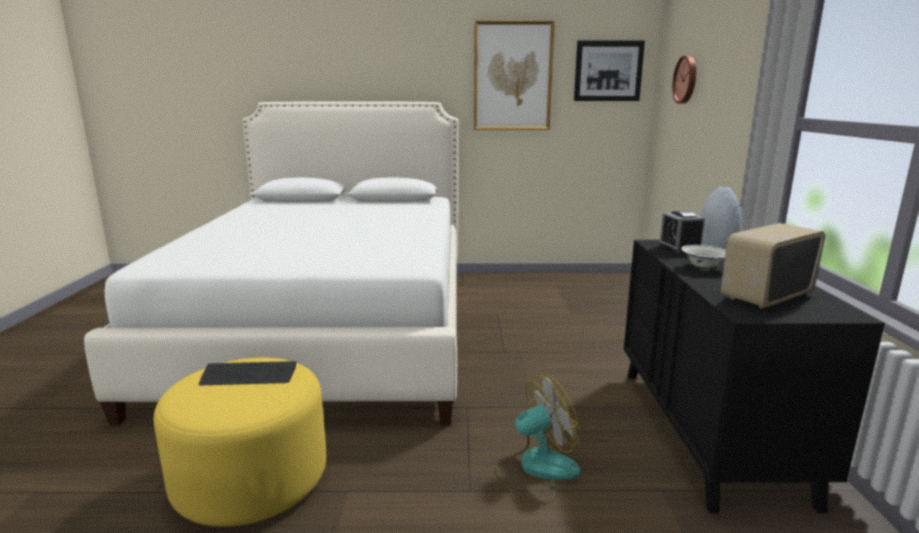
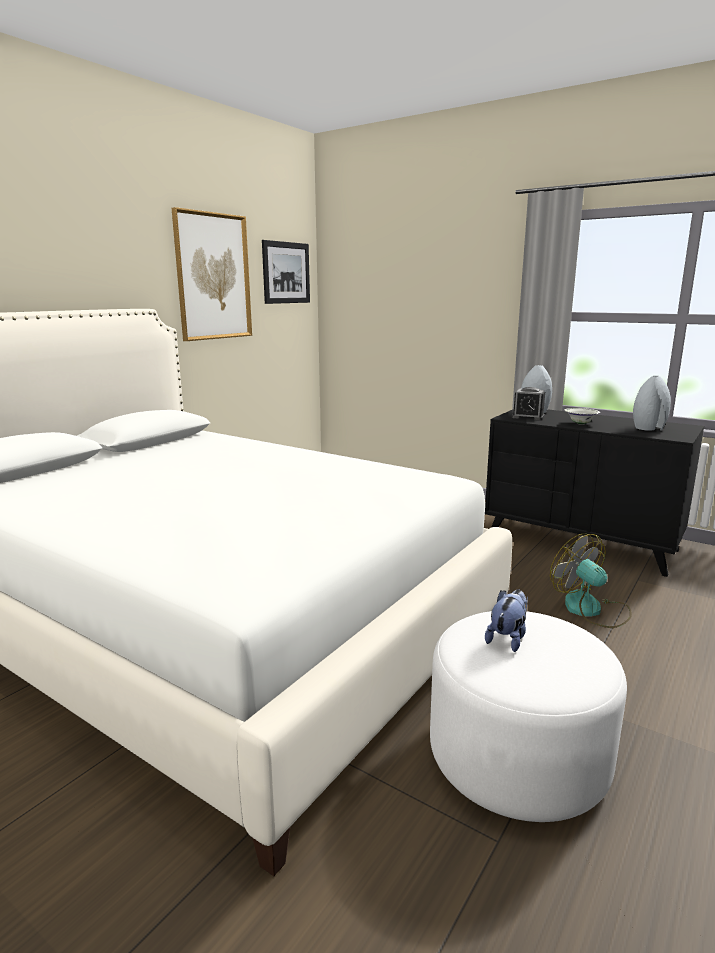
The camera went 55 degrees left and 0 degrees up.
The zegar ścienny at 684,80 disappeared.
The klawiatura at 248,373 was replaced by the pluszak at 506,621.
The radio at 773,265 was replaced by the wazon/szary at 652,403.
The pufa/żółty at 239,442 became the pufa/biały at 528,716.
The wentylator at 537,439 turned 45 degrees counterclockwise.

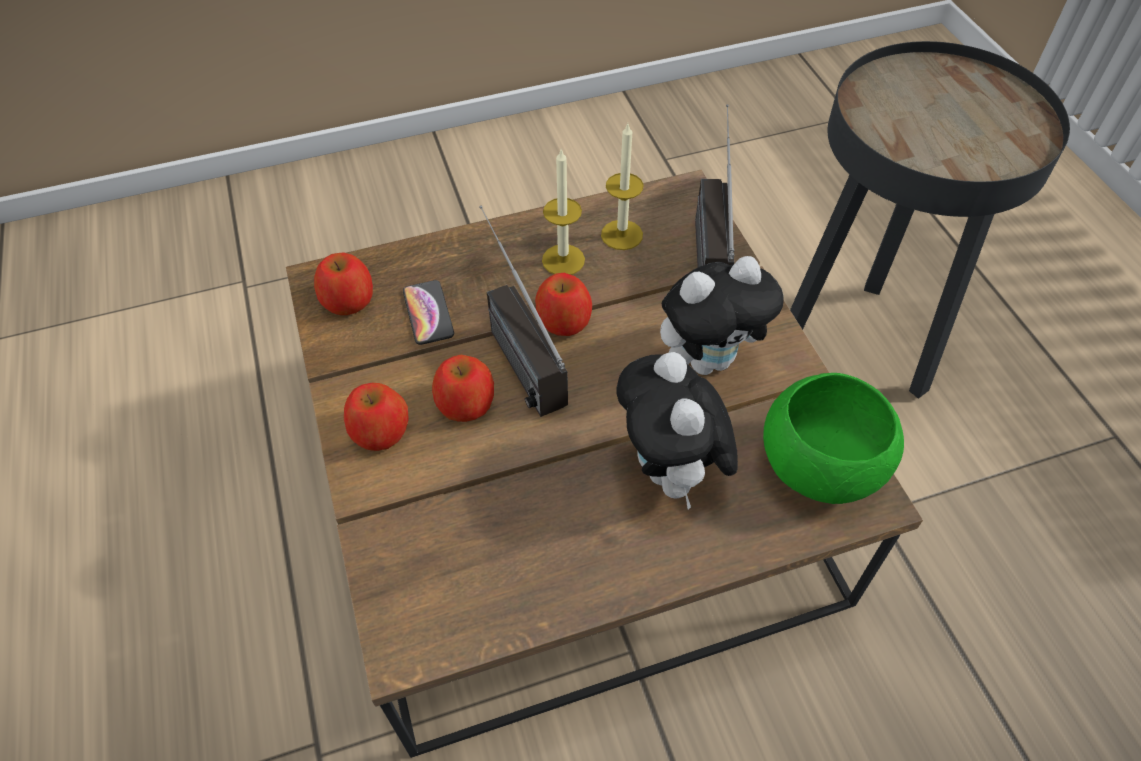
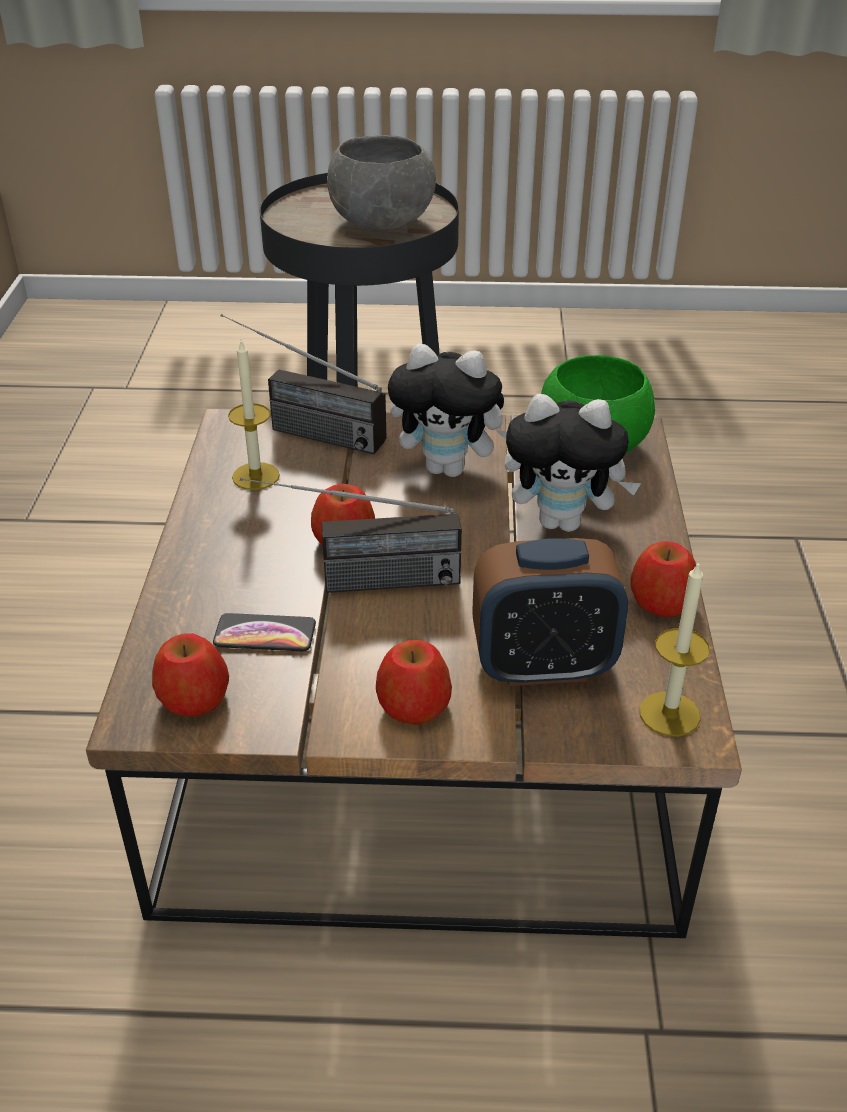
The camera went 70 degrees left and 15 degrees down.
The miska/szary at 381,182 appeared.
The budzik at 550,612 appeared.
The jabłko moved from 463,388 to 663,579.
The świeca moved from 563,211 to 674,649.
The pluszak at 722,315 turned 105 degrees clockwise.

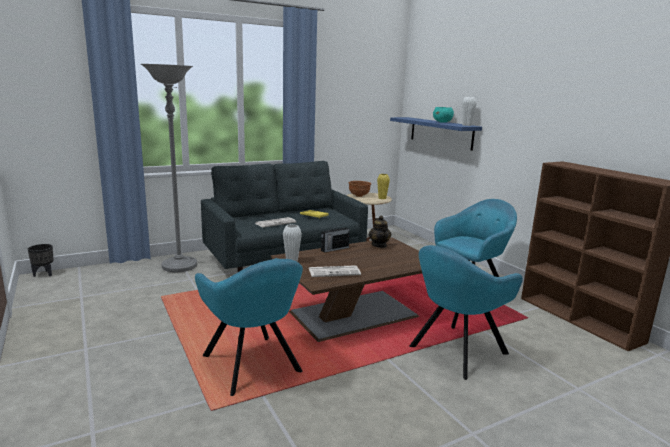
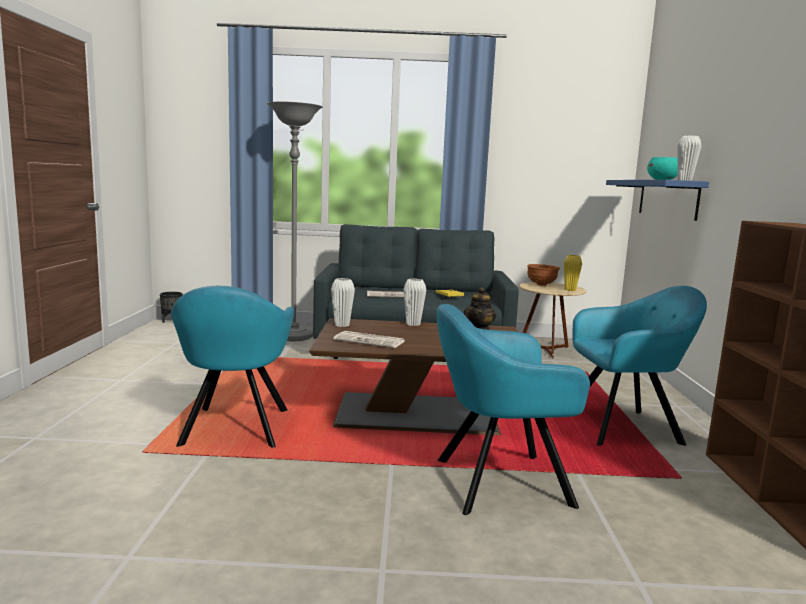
The camera went 30 degrees right and 5 degrees down.
The radio at 335,238 was replaced by the wazon/biały at 414,302.

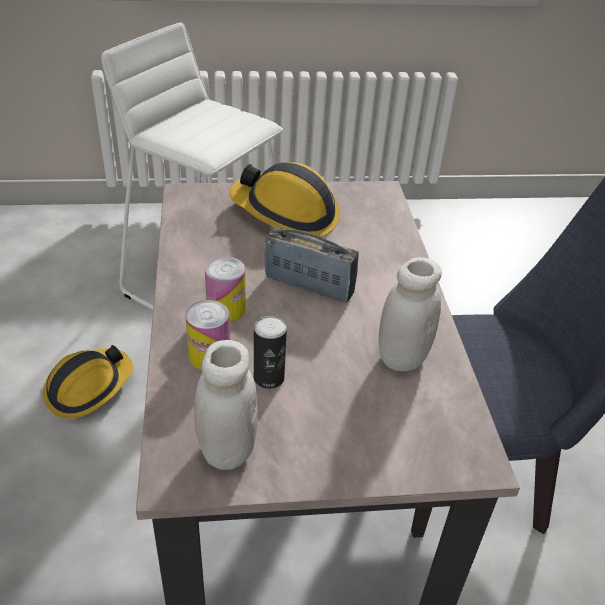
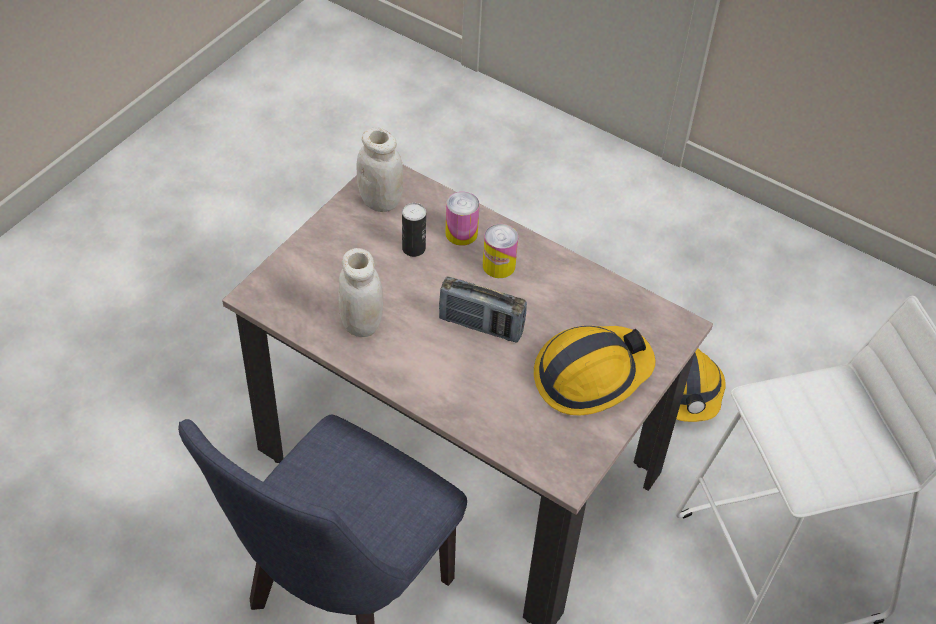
The camera went 130 degrees right and 10 degrees up.
The radio at 311,264 turned 45 degrees clockwise.

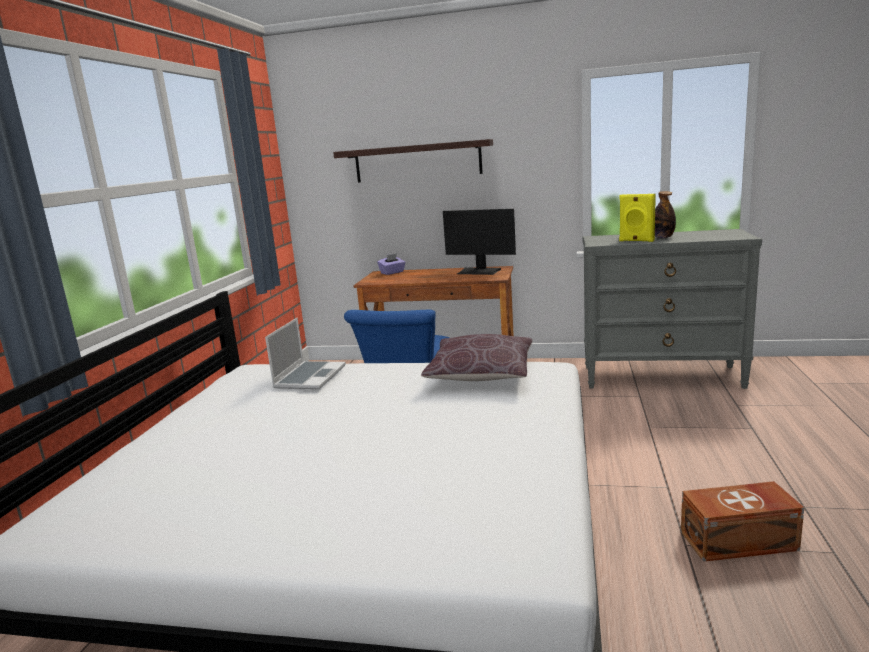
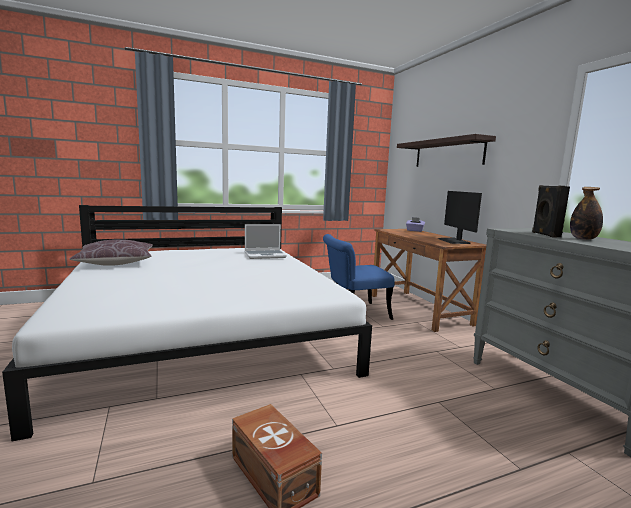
The camera went 55 degrees right and 5 degrees down.
The poduszka/brązowy moved from 477,357 to 111,252.
The głośnik/żółty at 637,218 became the głośnik/czarny at 551,211.

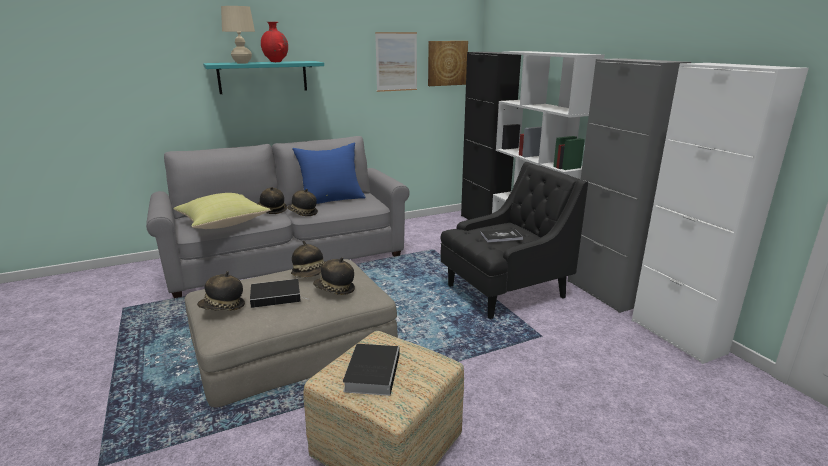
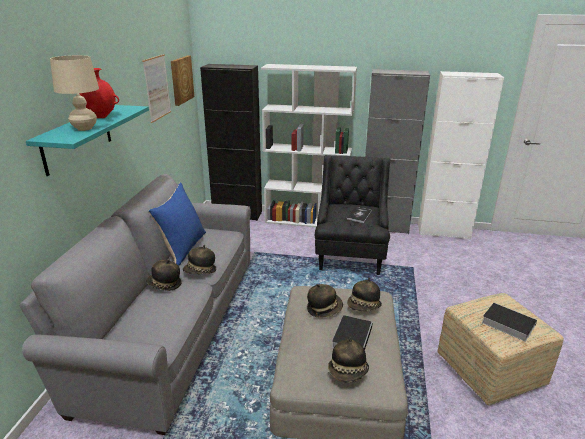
The camera went 55 degrees left and 5 degrees up.
The poduszka/żółty at 222,211 disappeared.

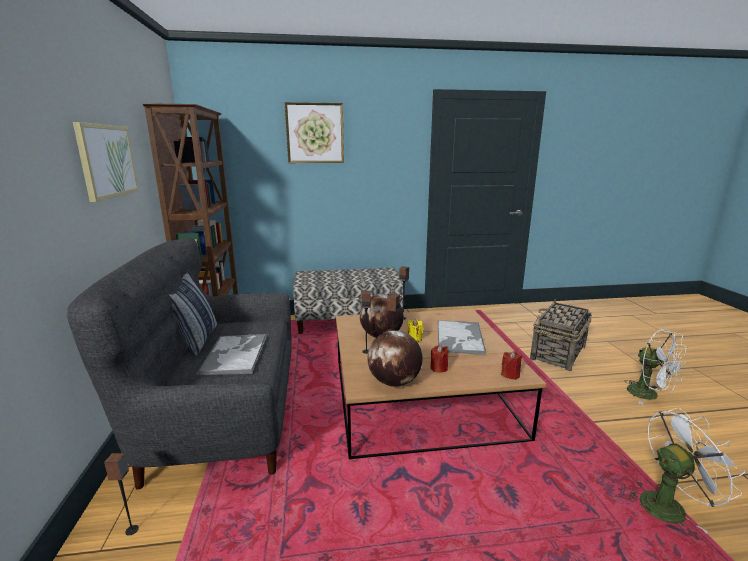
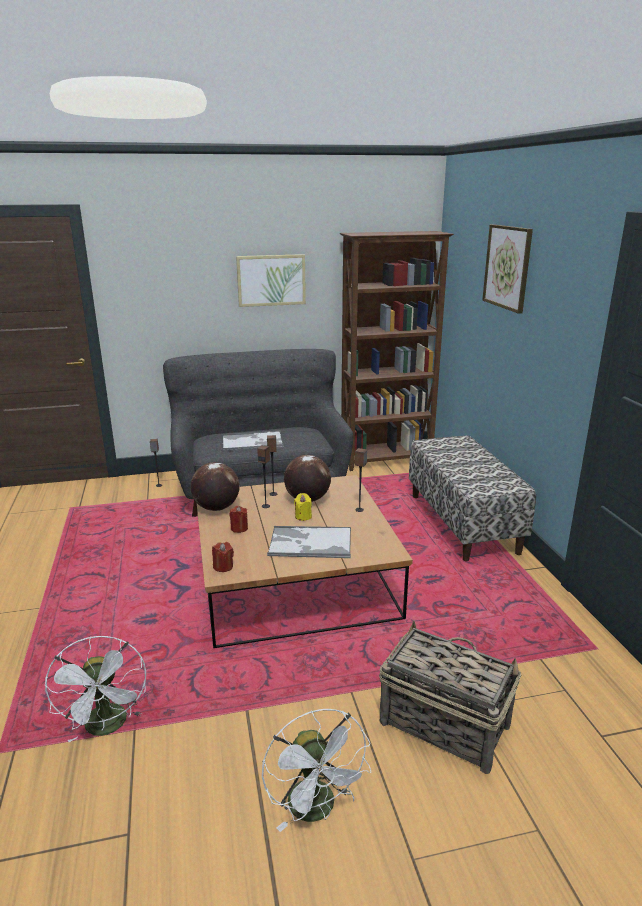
The camera went 85 degrees right and 5 degrees up.
The poduszka at 192,314 disappeared.
The wentylator/biały at 656,367 turned 75 degrees counterclockwise.

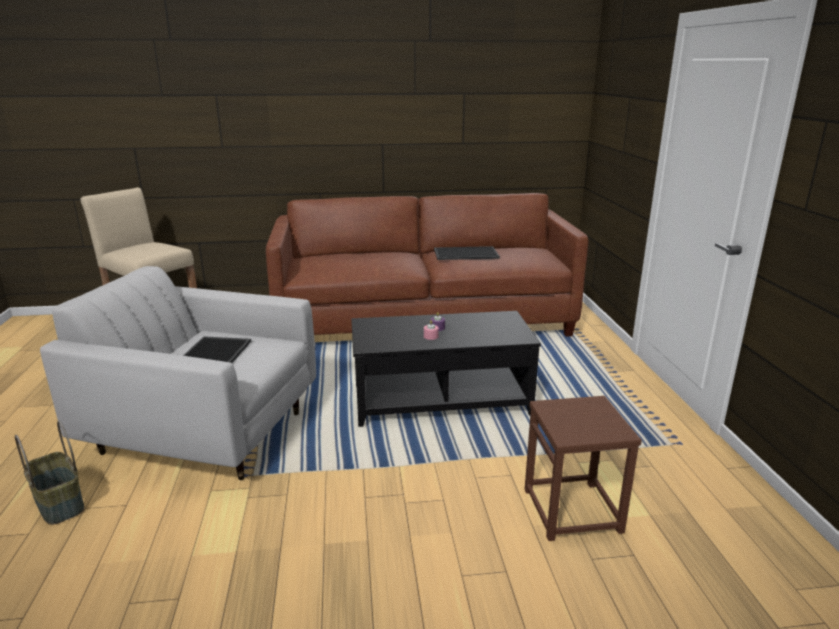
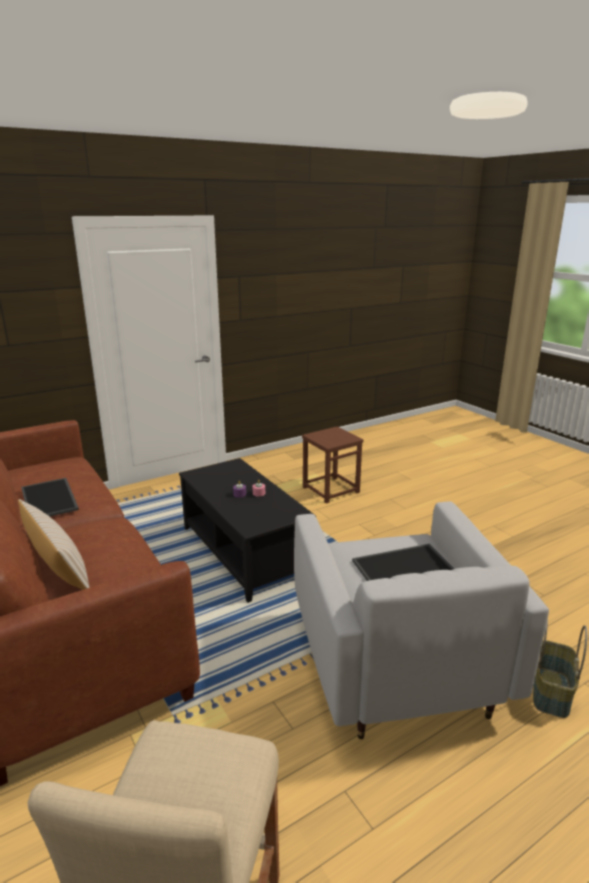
The camera went 115 degrees left and 0 degrees up.
The poduszka/beżowy at 54,544 appeared.

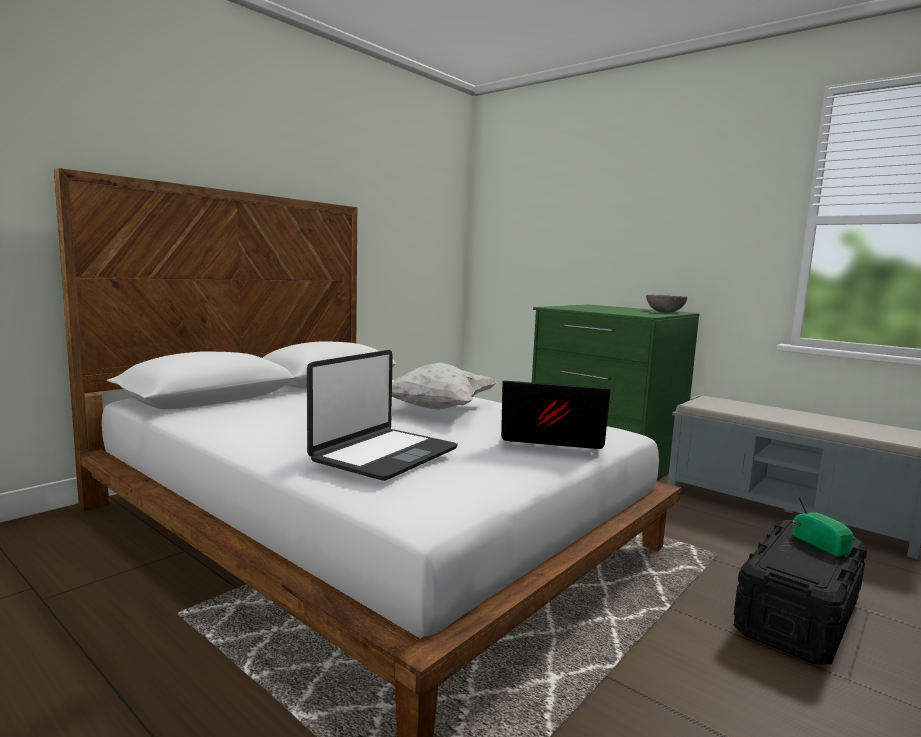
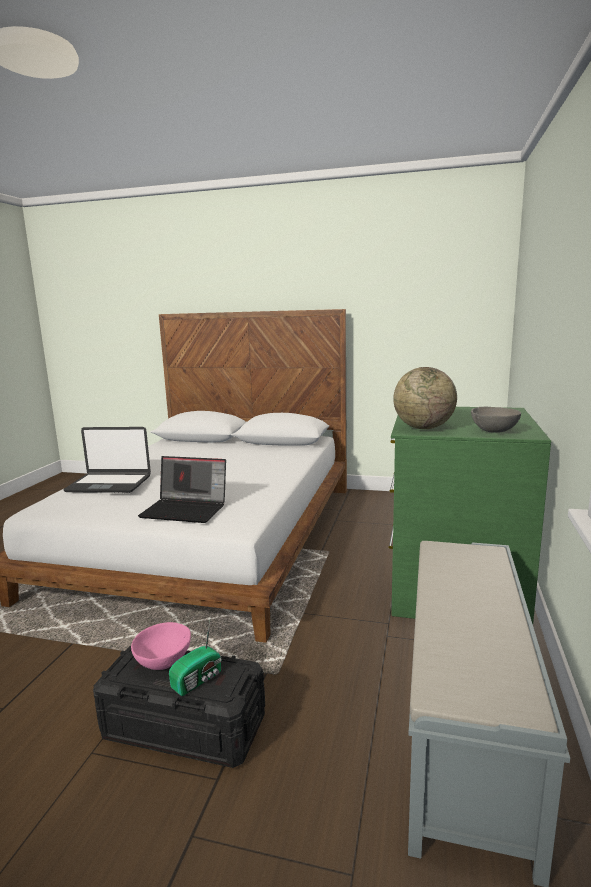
The camera went 65 degrees right and 5 degrees up.
The poduszka/biały at 445,386 disappeared.
The miska/różowy at 161,646 appeared.
The globus at 425,398 appeared.
The laptop at 556,415 turned 120 degrees clockwise.

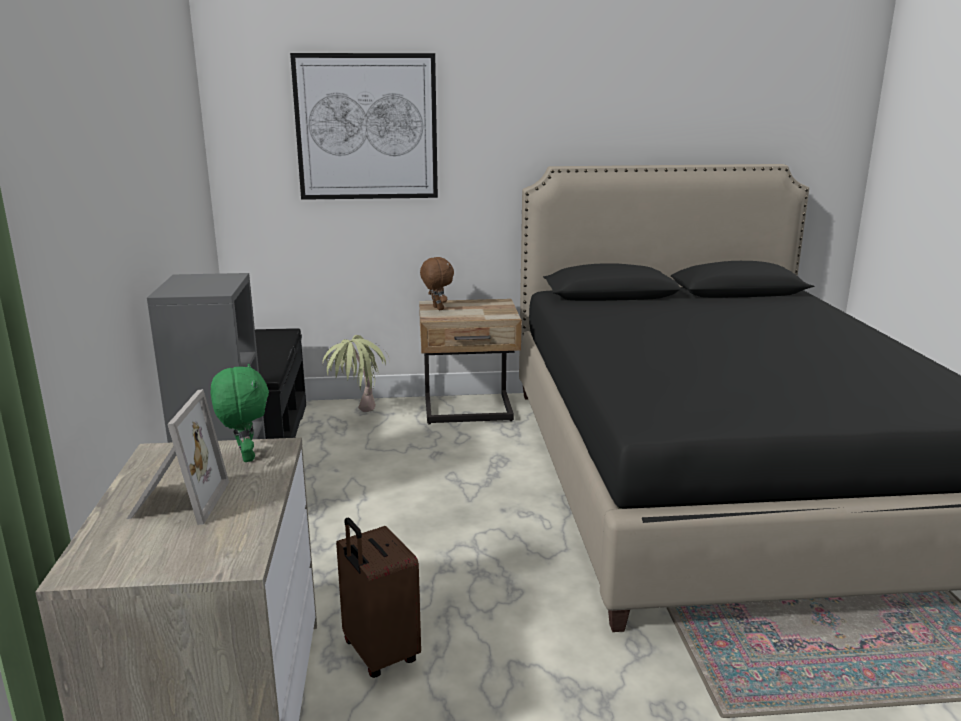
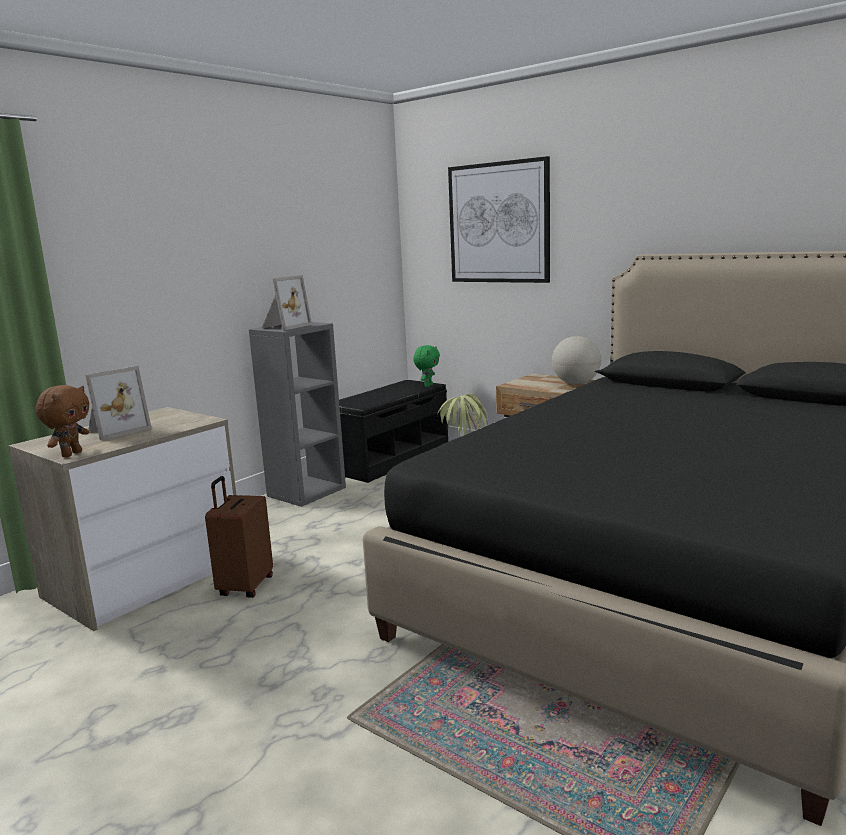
The camera went 45 degrees right and 5 degrees down.
The ramka na zdjęcie at 287,302 appeared.
The globus at 576,360 appeared.
The pluszak/zielony moved from 240,413 to 426,366.
The pluszak/brązowy moved from 437,283 to 62,421.

